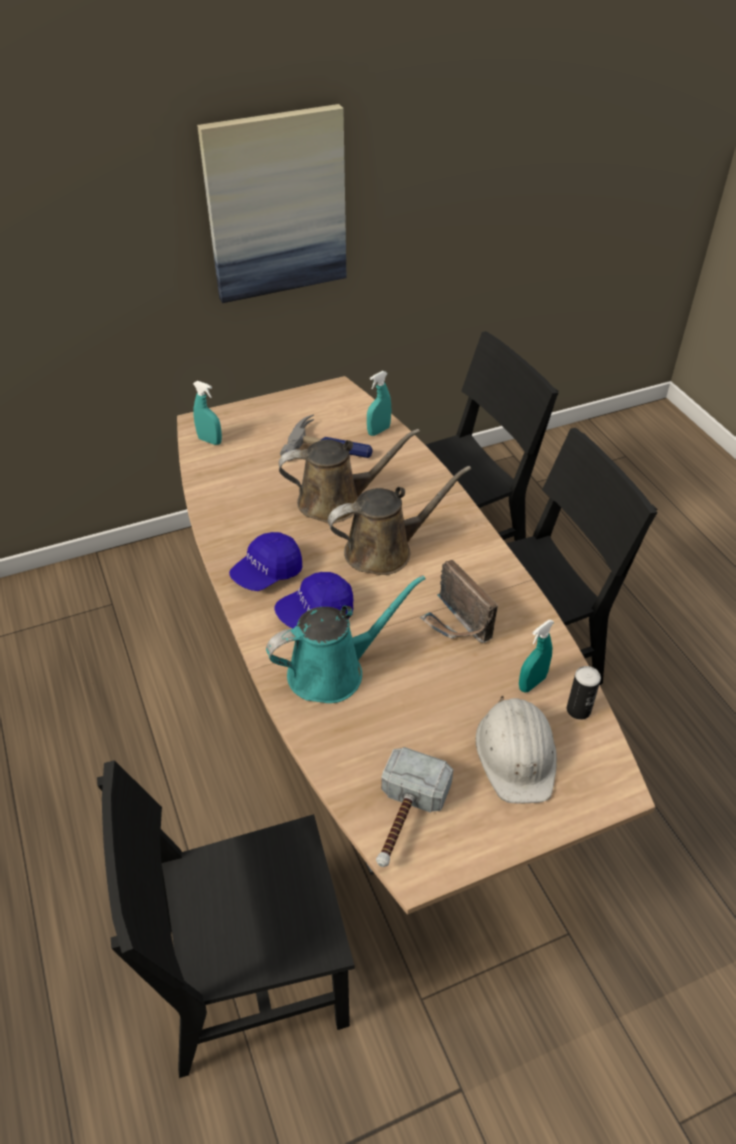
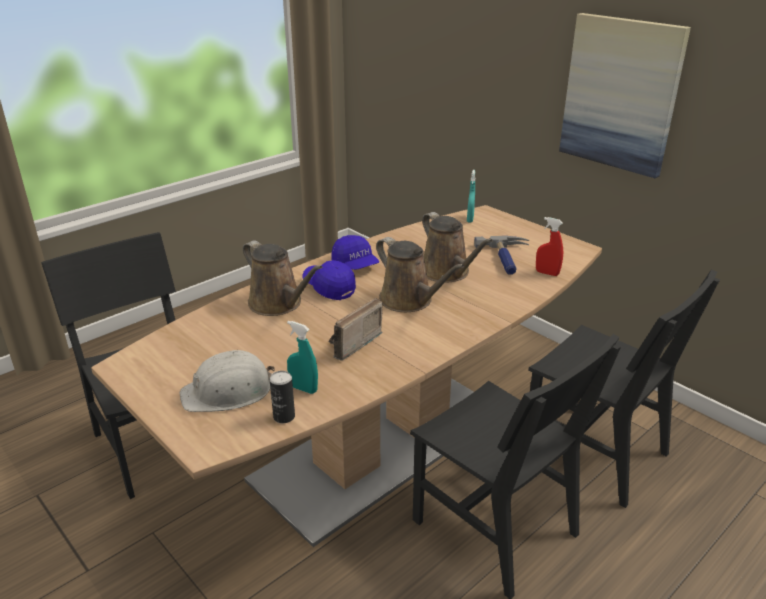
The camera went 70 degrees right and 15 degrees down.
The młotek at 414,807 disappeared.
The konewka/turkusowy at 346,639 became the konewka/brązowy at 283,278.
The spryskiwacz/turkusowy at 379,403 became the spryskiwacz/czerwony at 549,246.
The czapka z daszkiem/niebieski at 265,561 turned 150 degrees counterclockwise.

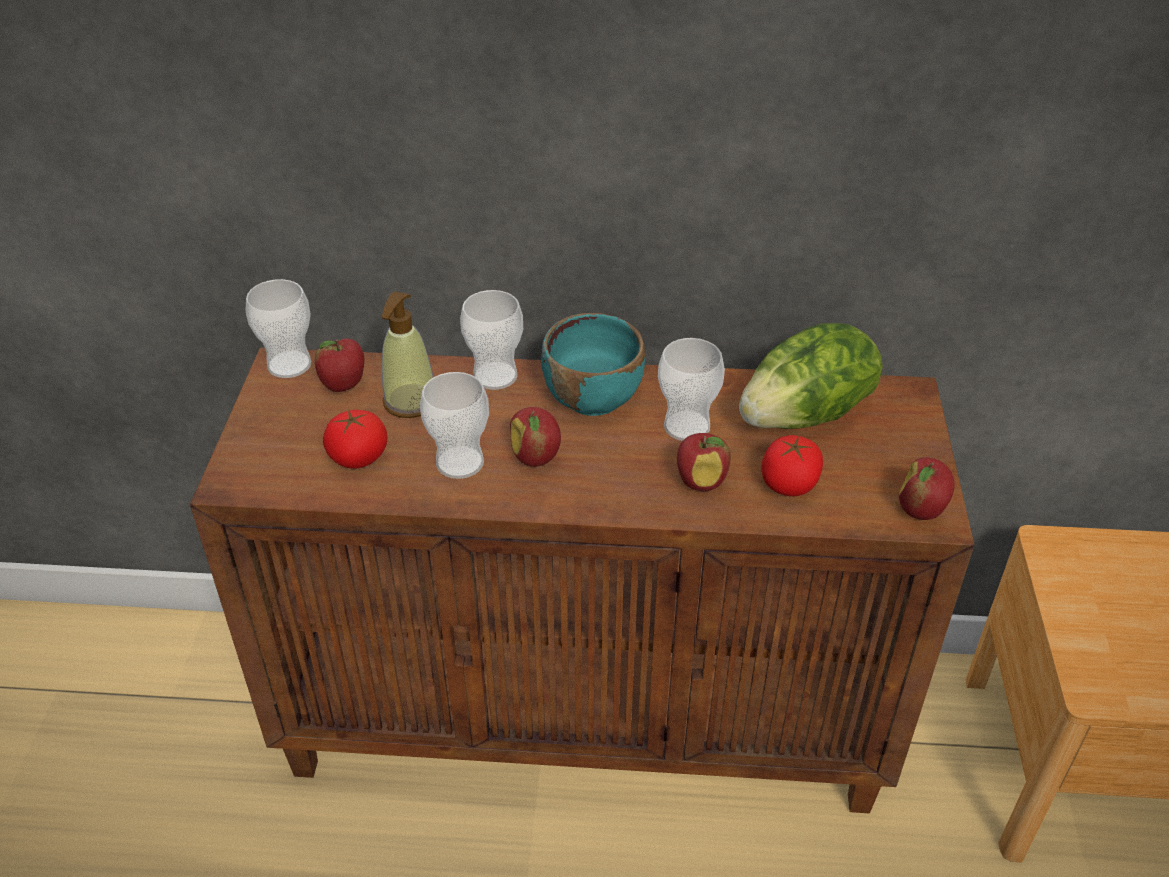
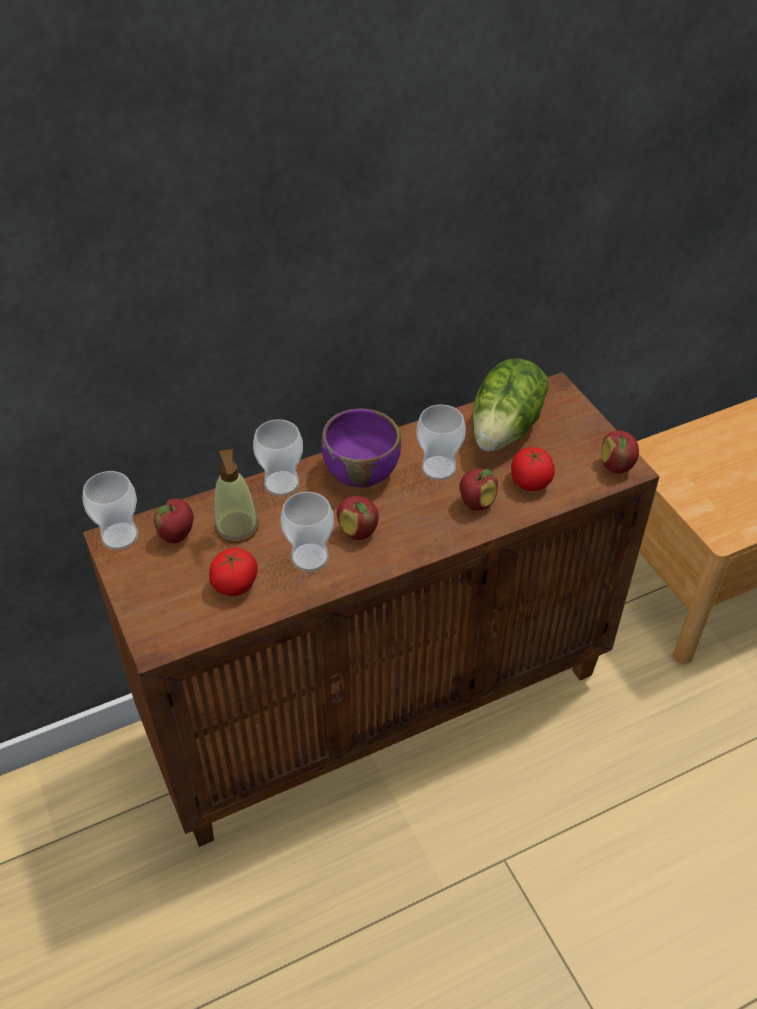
The camera went 30 degrees left and 5 degrees up.
The miska/turkusowy at 593,364 became the miska/fioletowy at 361,448.

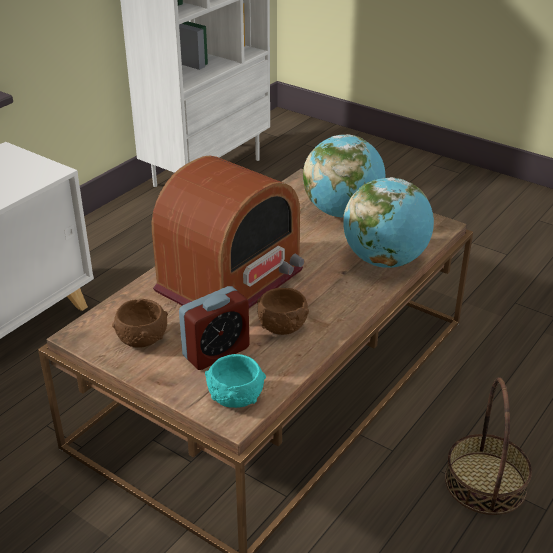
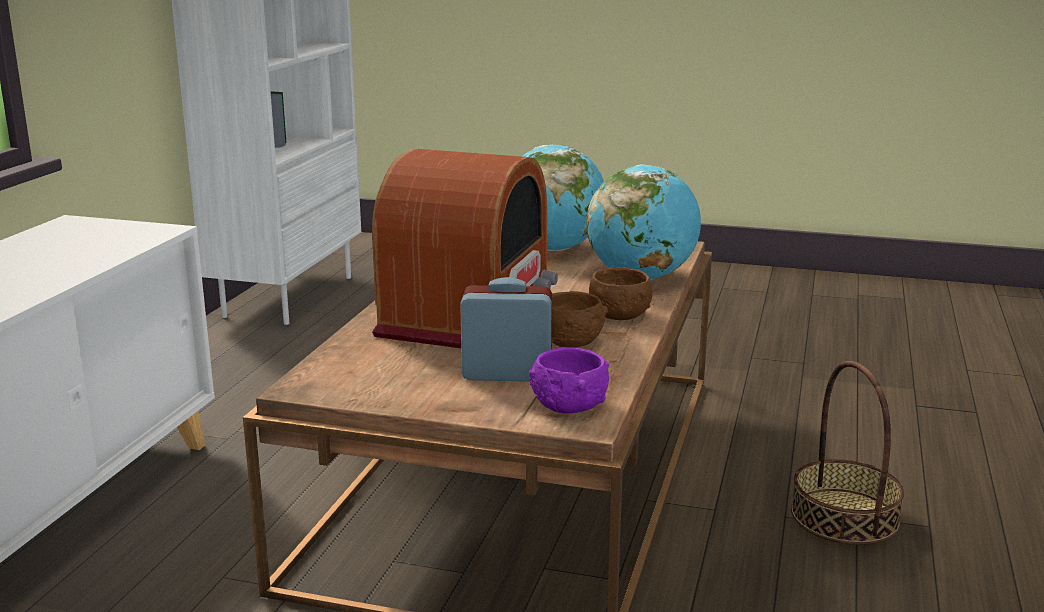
The camera went 20 degrees left and 15 degrees down.
The miska/brązowy moved from 140,323 to 621,293.
The miska/turkusowy at 235,381 became the miska/fioletowy at 569,380.
The budzik at 214,328 turned 120 degrees counterclockwise.

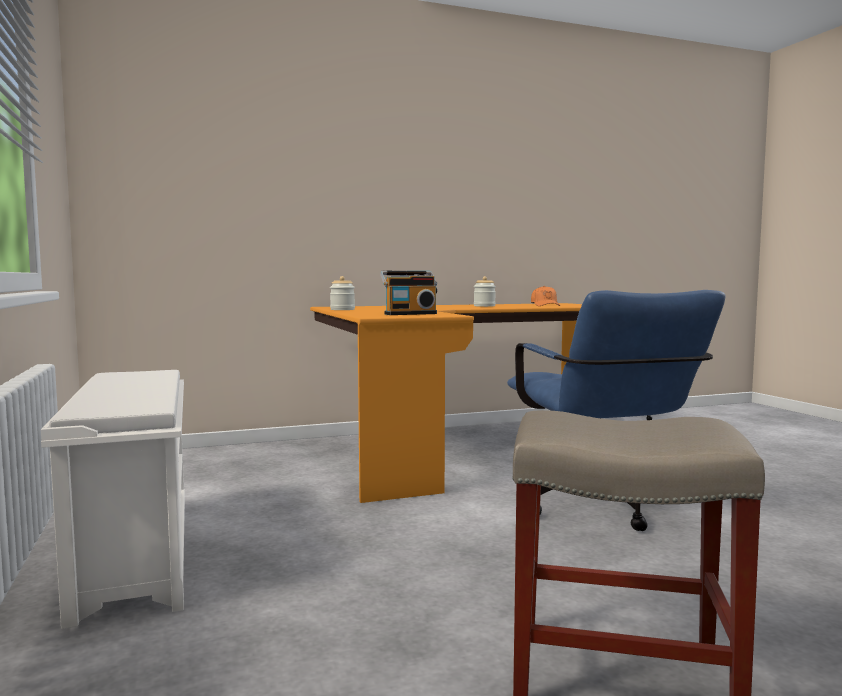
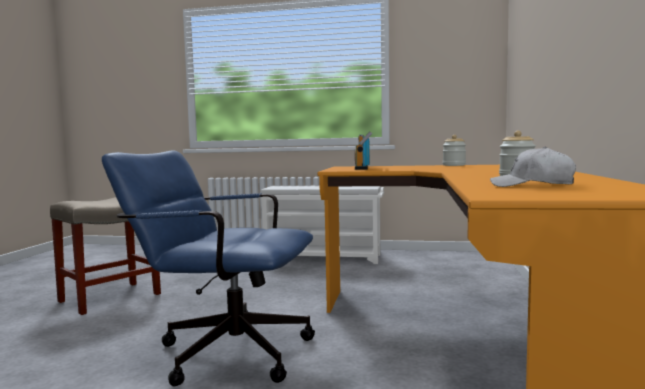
The camera went 120 degrees right and 0 degrees up.
The czapka z daszkiem/pomarańczowy at 545,296 became the czapka z daszkiem/biały at 533,166.

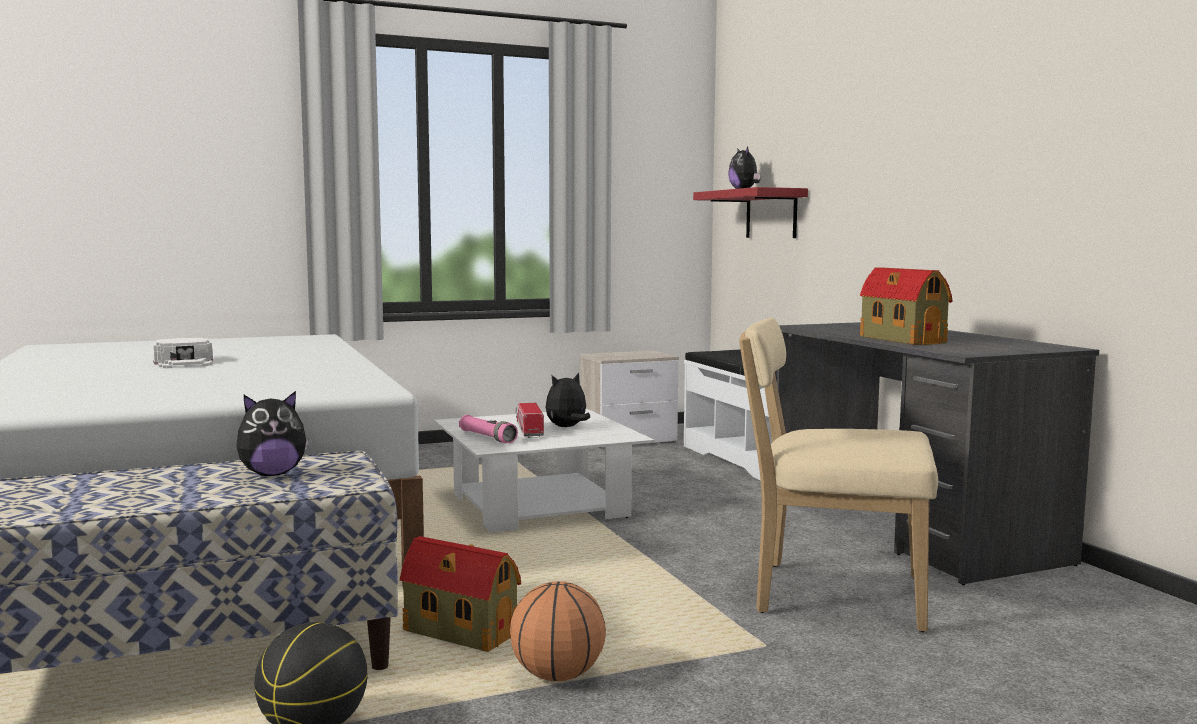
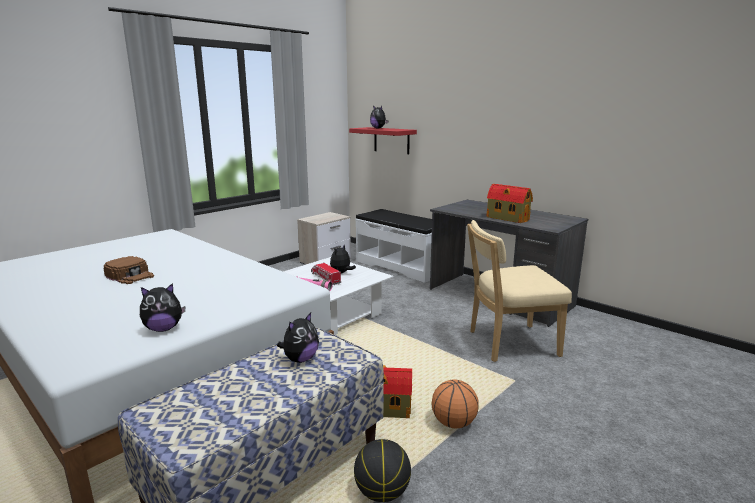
The camera went 25 degrees left and 10 degrees up.
The pluszak at 163,307 appeared.
The czapka z daszkiem/biały at 182,353 became the czapka z daszkiem/brązowy at 128,270.

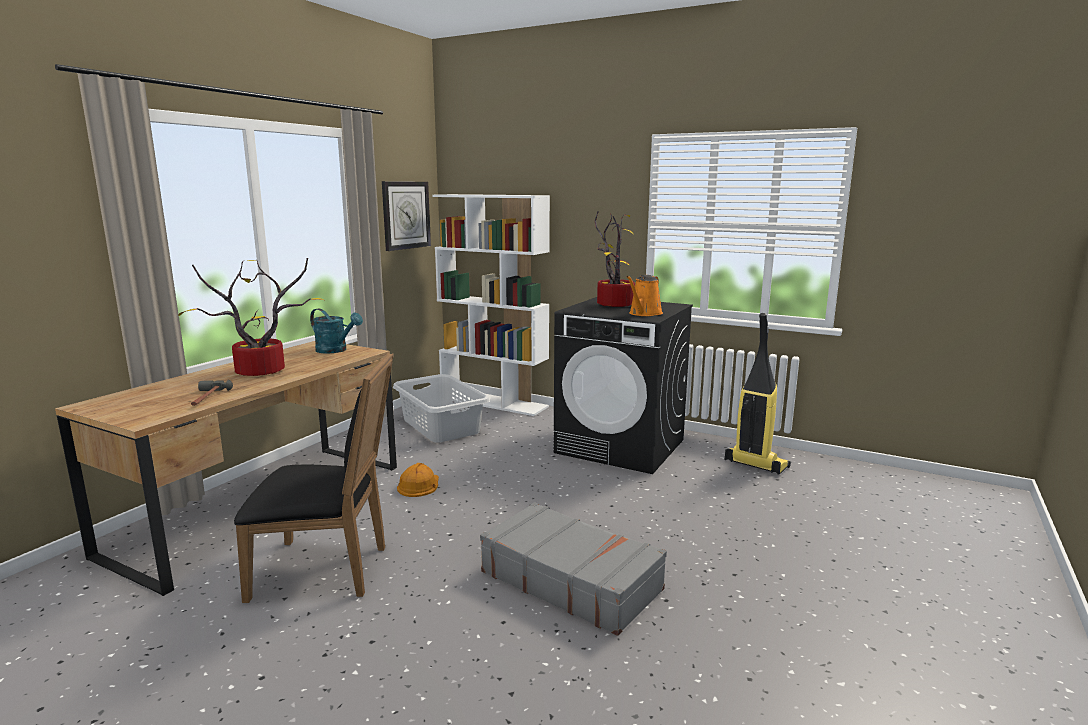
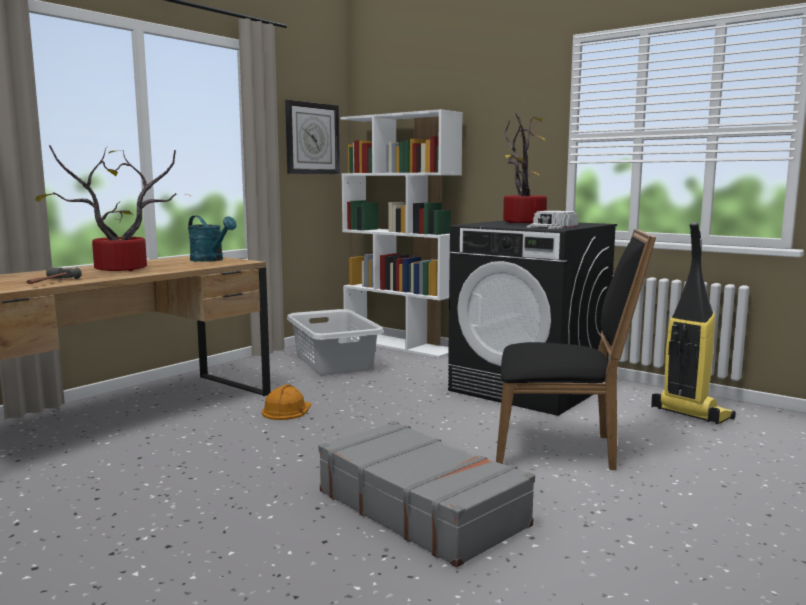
The camera went 10 degrees right and 5 degrees down.
The krzesło/czarny moved from 314,478 to 576,349.
The konewka/pomarańczowy at 644,295 was replaced by the czapka z daszkiem/biały at 552,220.

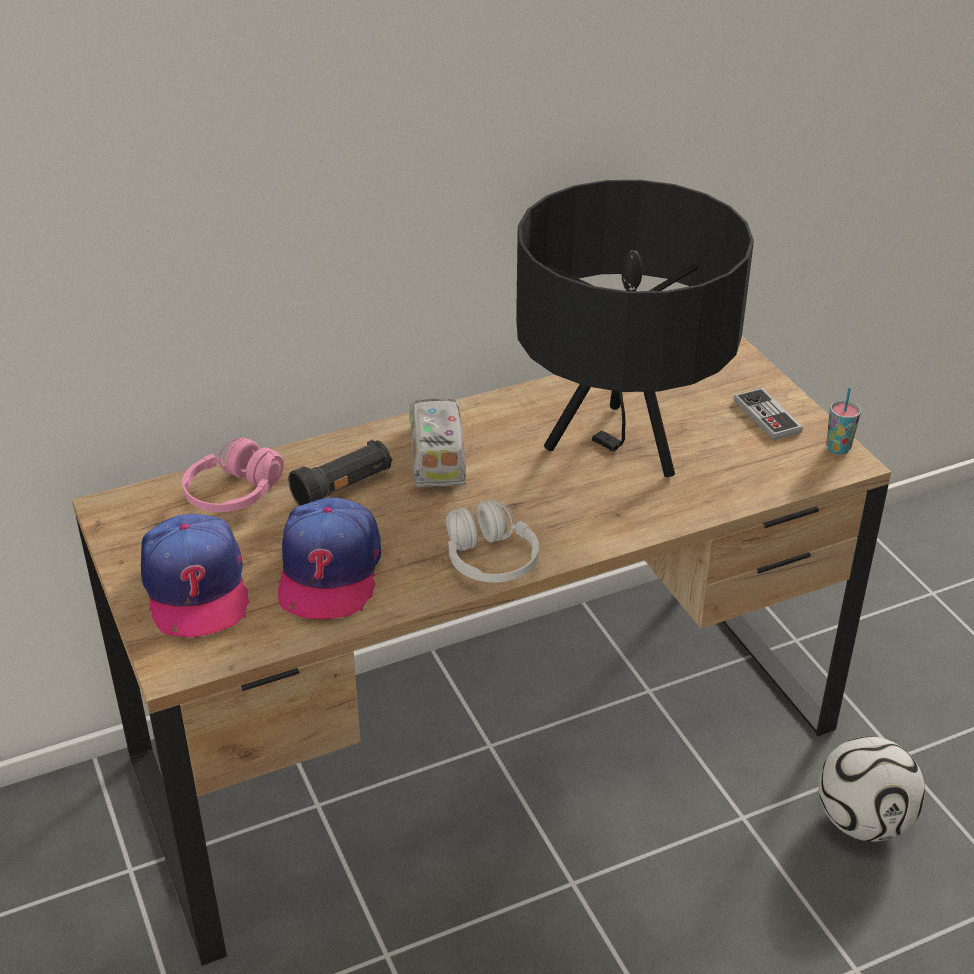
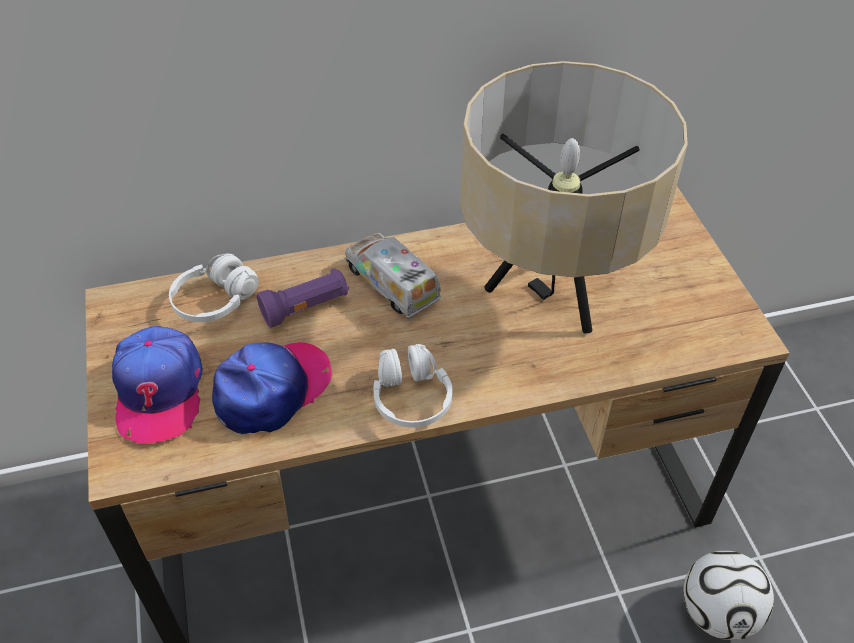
The camera went 10 degrees right and 10 degrees up.
The pad do gier at 768,414 disappeared.
The filiżanka at 843,421 disappeared.
The słuchawki/różowy at 233,475 became the słuchawki/biały at 214,288.
The latarka/czarny at 340,473 became the latarka/fioletowy at 303,298.
The lampa stołowa/czarny at 635,328 became the lampa stołowa/beżowy at 574,197.
The czapka z daszkiem at 329,558 turned 150 degrees counterclockwise.
The ciężarówka zabawkowa at 437,443 turned 45 degrees counterclockwise.

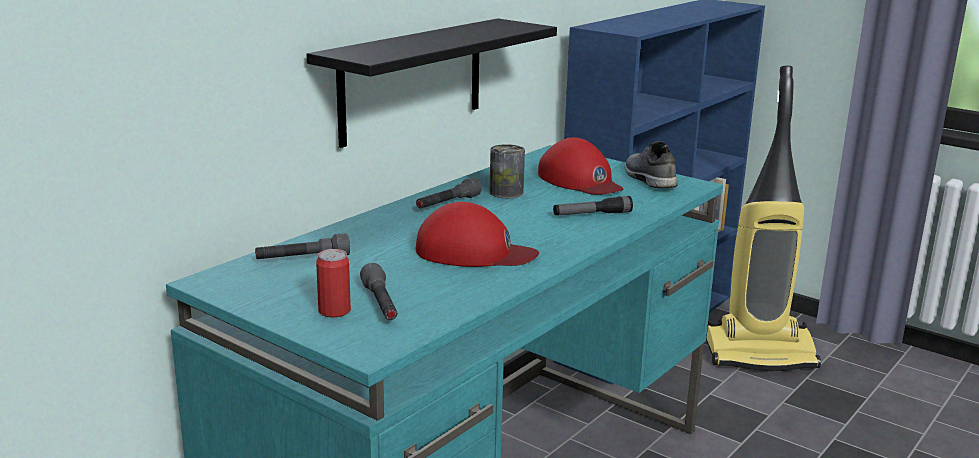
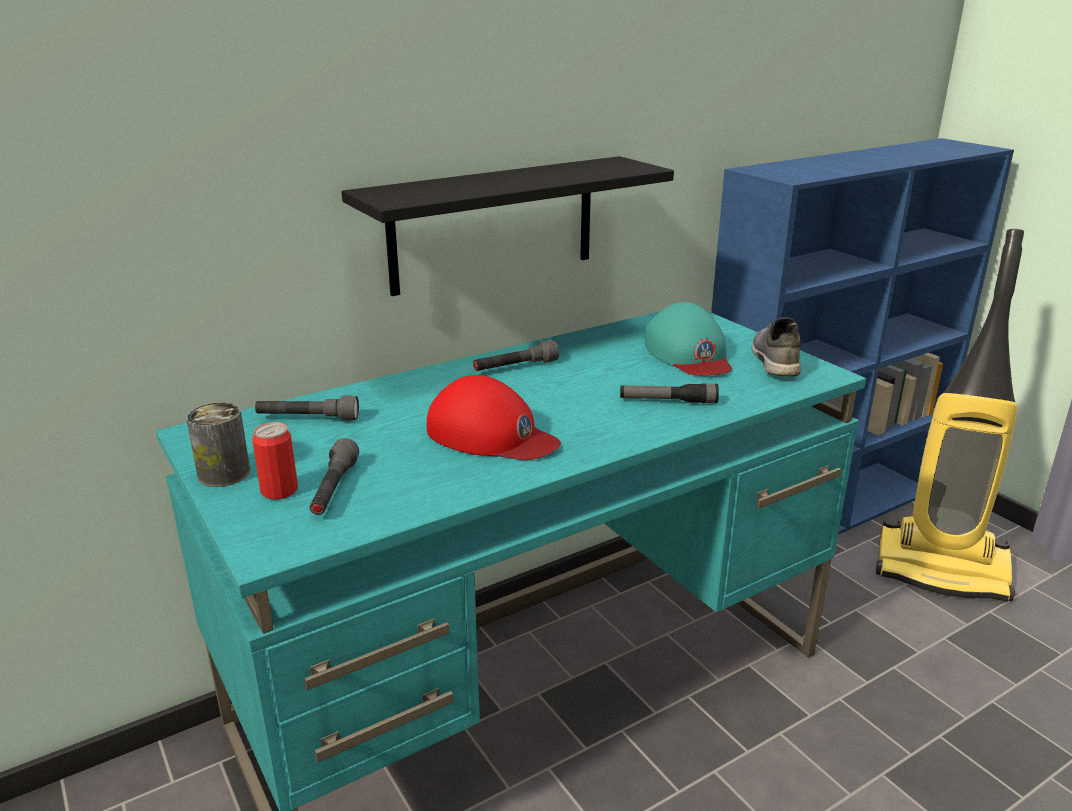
The camera went 20 degrees right and 5 degrees up.
The puszka moved from 507,171 to 218,444.
The czapka z daszkiem/czerwony at 580,166 became the czapka z daszkiem/turkusowy at 688,339.

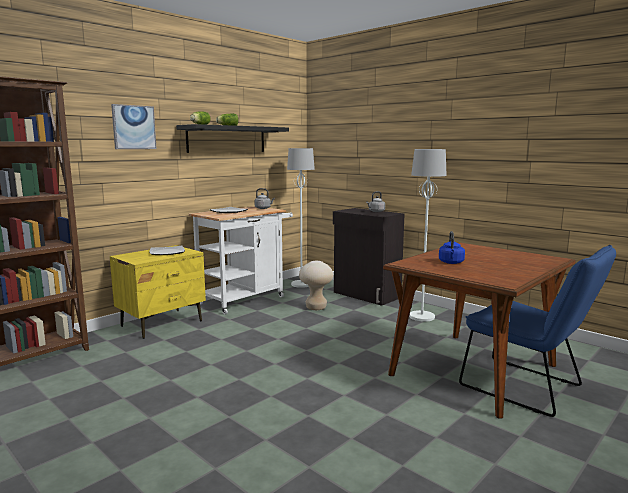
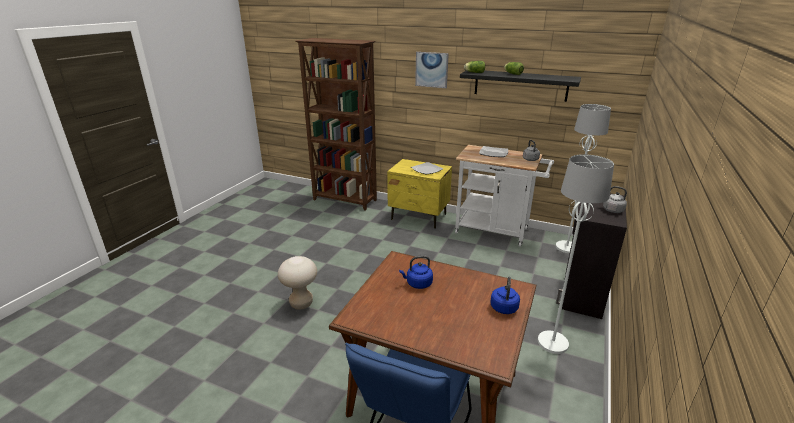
The camera went 70 degrees right and 15 degrees up.
The czajnik/niebieski at 505,295 appeared.
The stołek/beżowy moved from 316,285 to 297,282.

